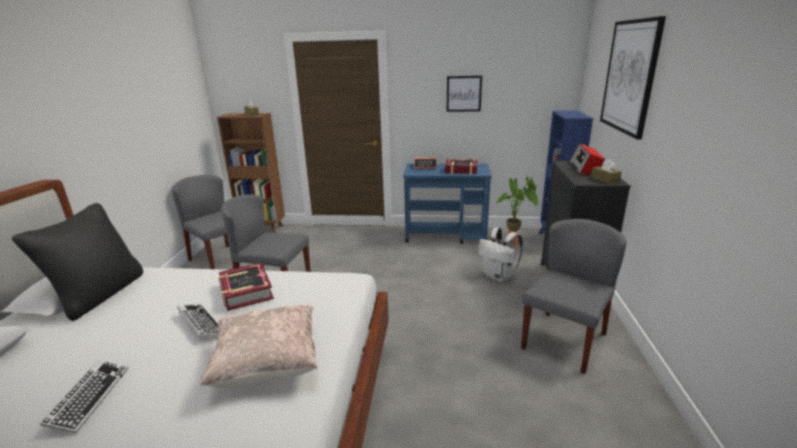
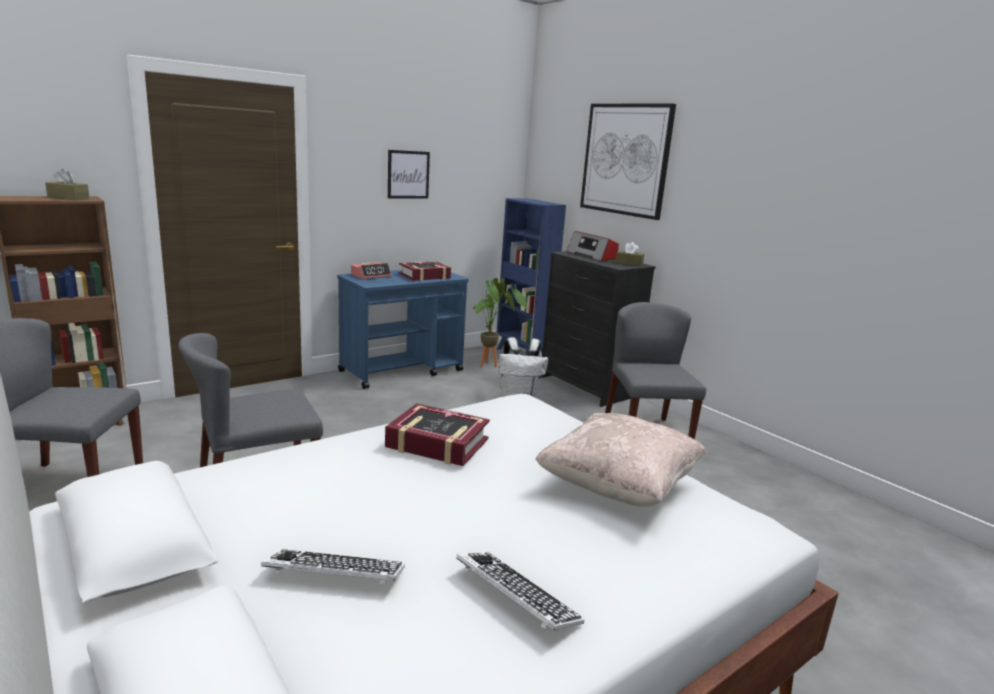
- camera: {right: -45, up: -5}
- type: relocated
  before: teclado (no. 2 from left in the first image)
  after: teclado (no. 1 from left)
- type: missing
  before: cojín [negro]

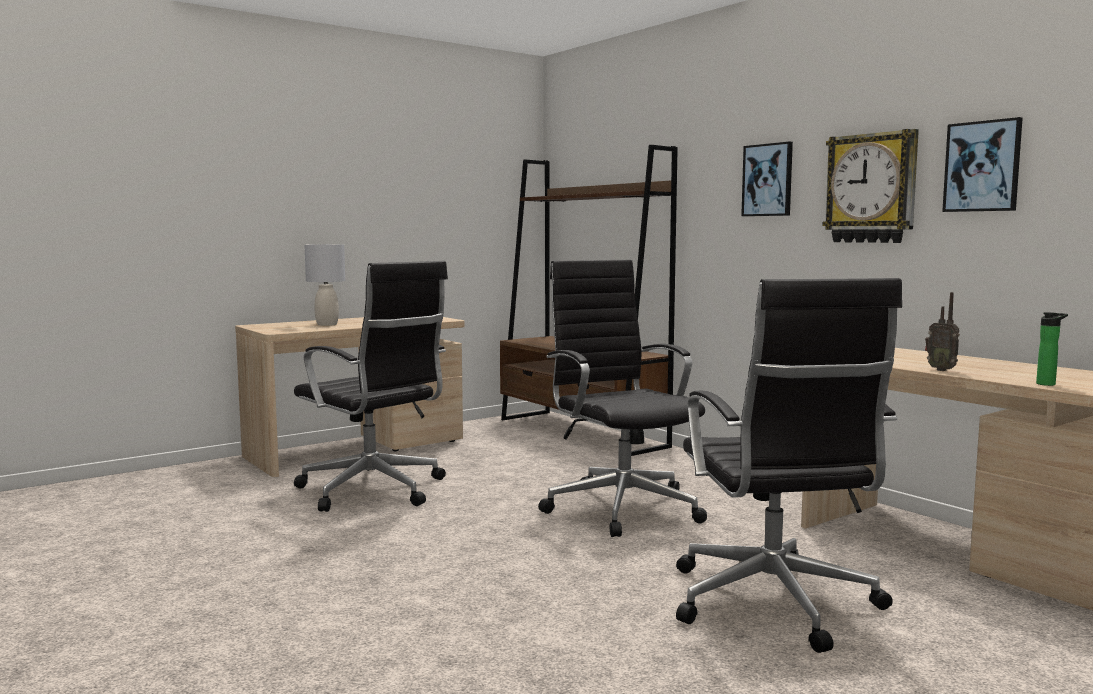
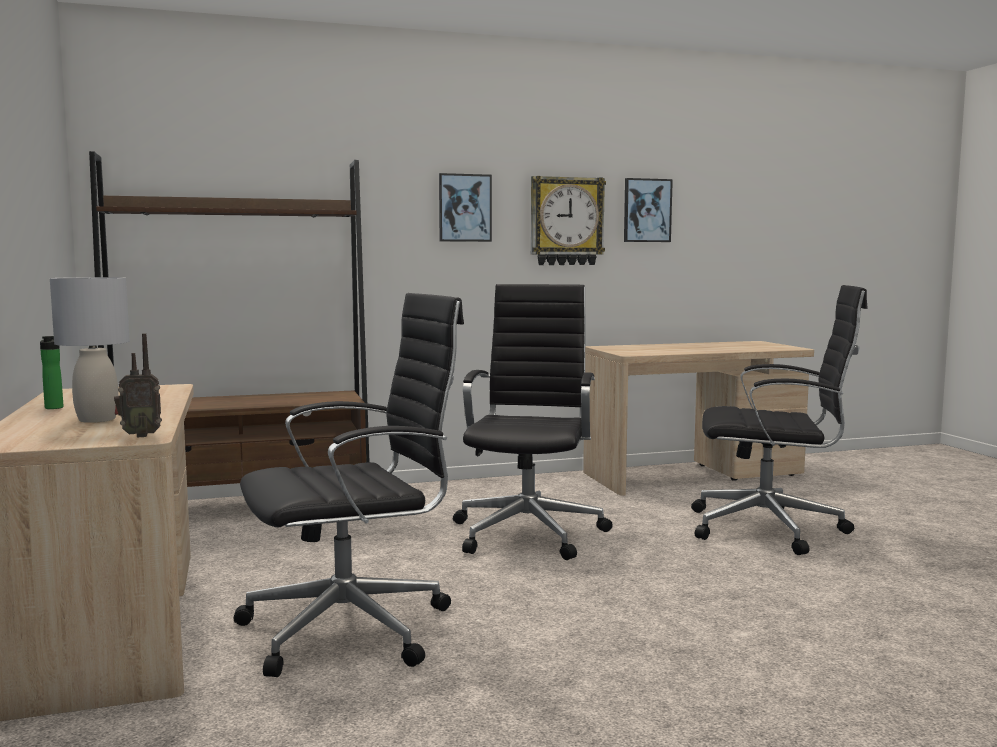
- camera: {right: -70, up: 0}
- type: relocated
  before: botella
- type: relocated
  before: radio
- type: spun
  before: silla de oficina [negro] (no. 2 from left)
  turn: 105

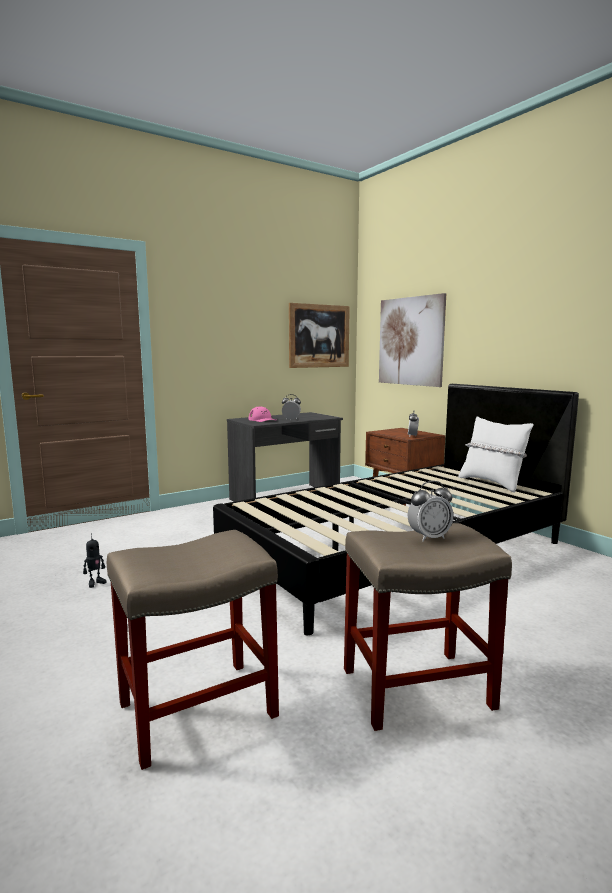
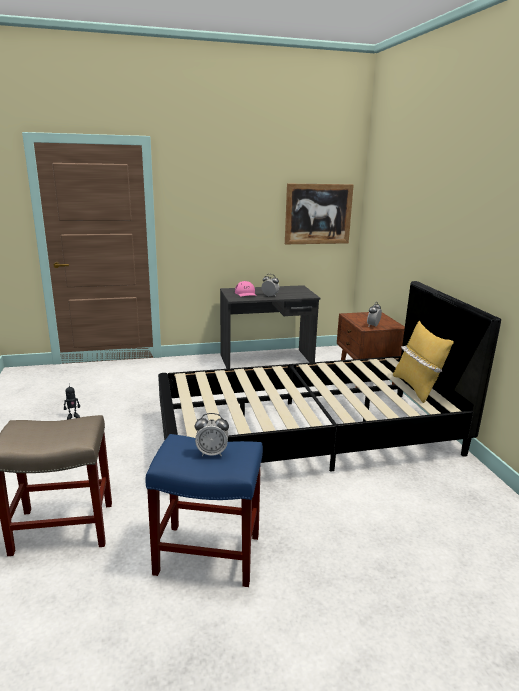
- camera: {right: 20, up: 10}
- type: colour
  before: taburete [beis] (no. 2 from left)
  after: taburete [azul]
- type: colour
  before: cojín [blanco]
  after: cojín [amarillo]
- type: missing
  before: cuadro (no. 2 from left)

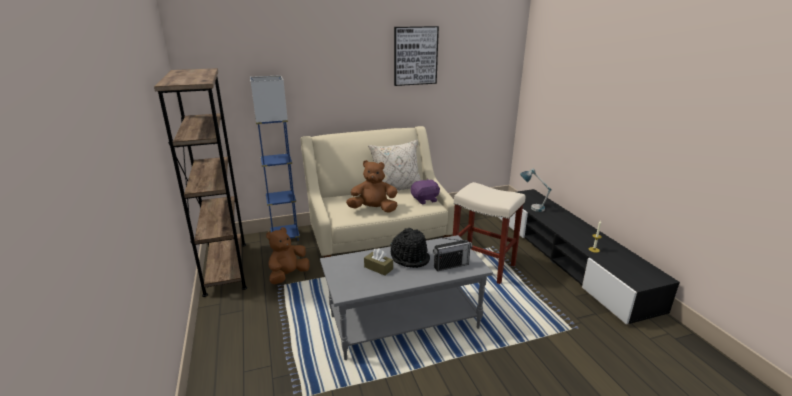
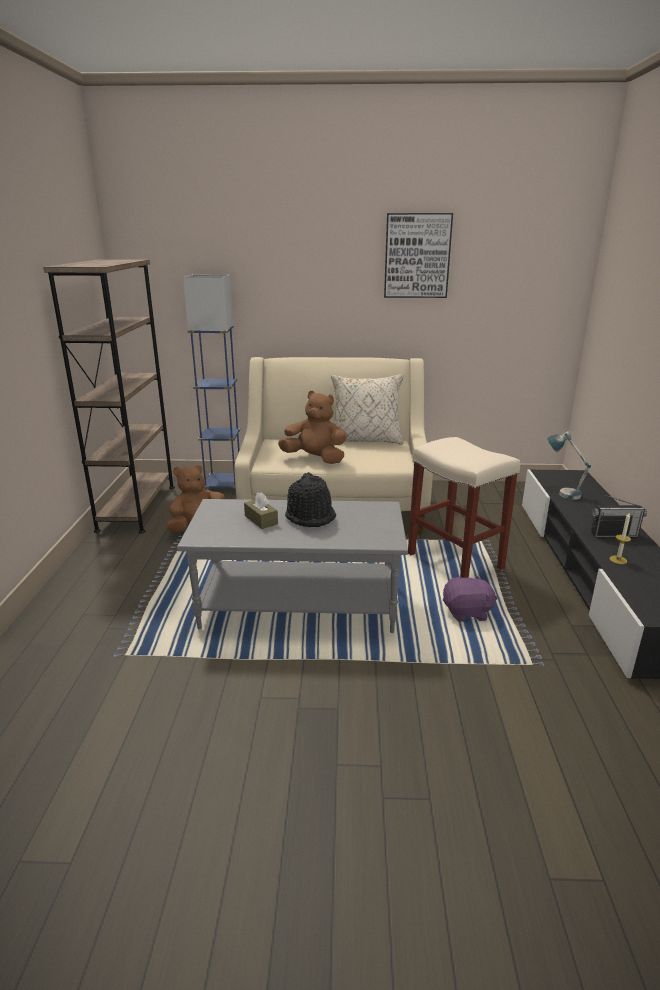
- camera: {right: 20, up: 0}
- type: relocated
  before: peluche [morado]
- type: relocated
  before: radio

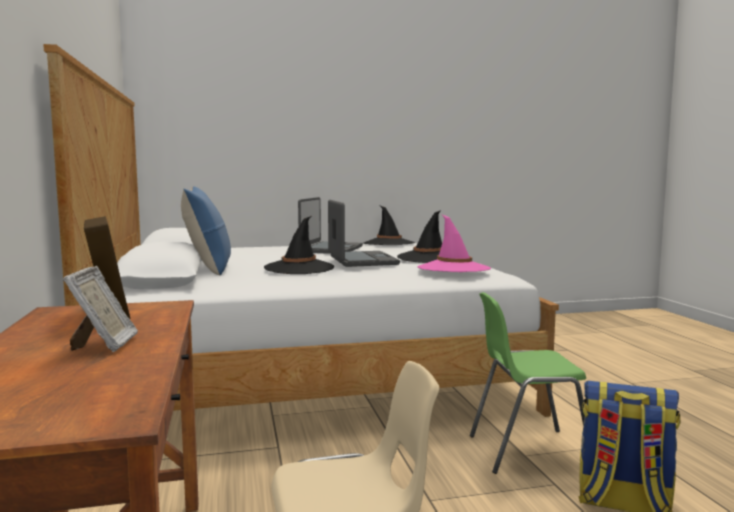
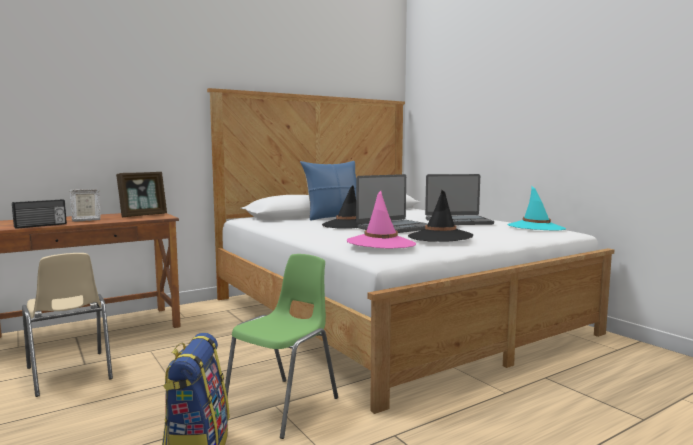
- camera: {right: 70, up: 0}
- type: appeared
  after: radio
- type: spun
  before: silla [verde]
  turn: 60
- type: colour
  before: sombrero [negro] (no. 2 from left)
  after: sombrero [turquesa]

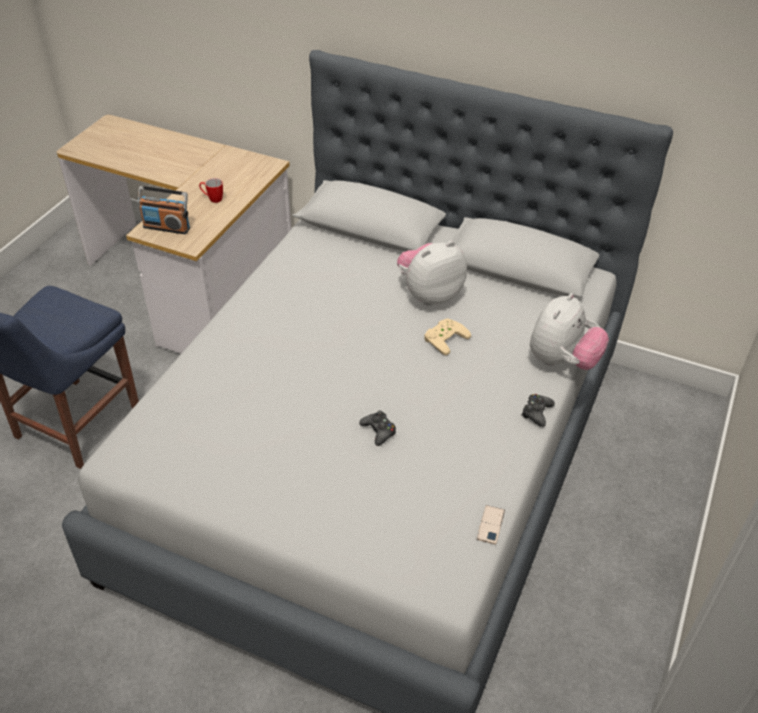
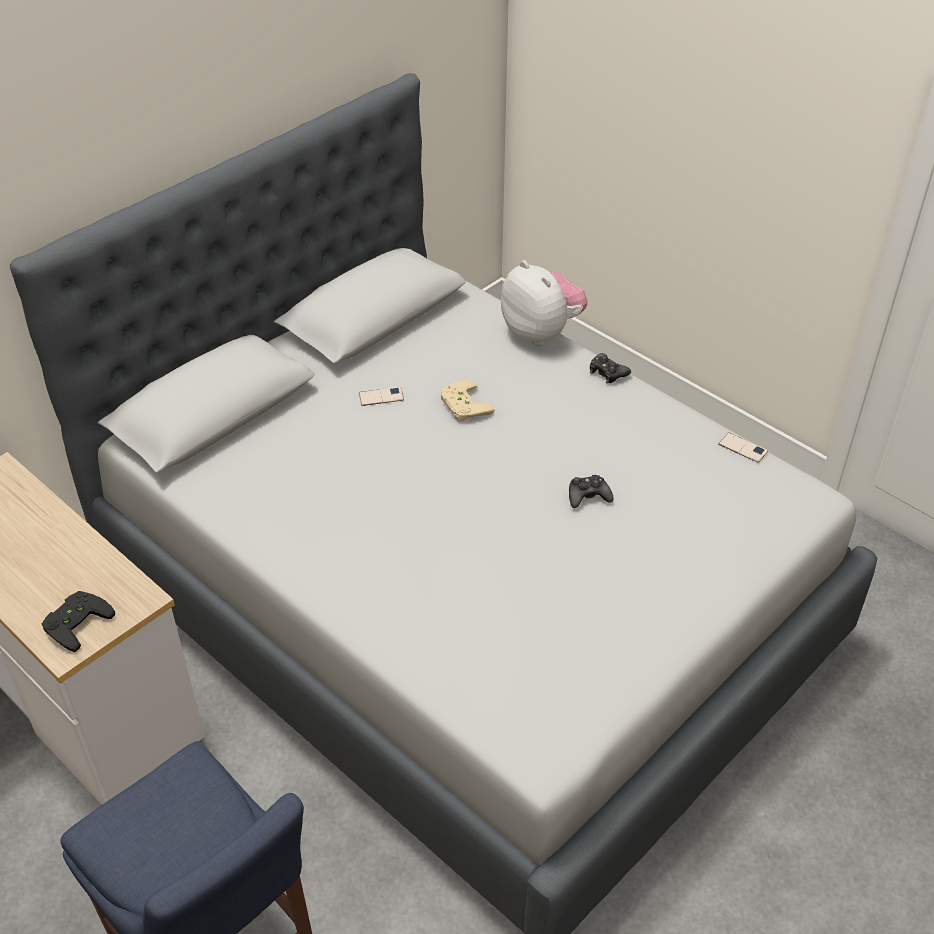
- camera: {right: -70, up: 0}
- type: exchanged
  before: radio
  after: mando de consola [negro] (no. 1 from left)
- type: exchanged
  before: peluche (no. 1 from left)
  after: móvil (no. 1 from left)
- type: missing
  before: taza grande

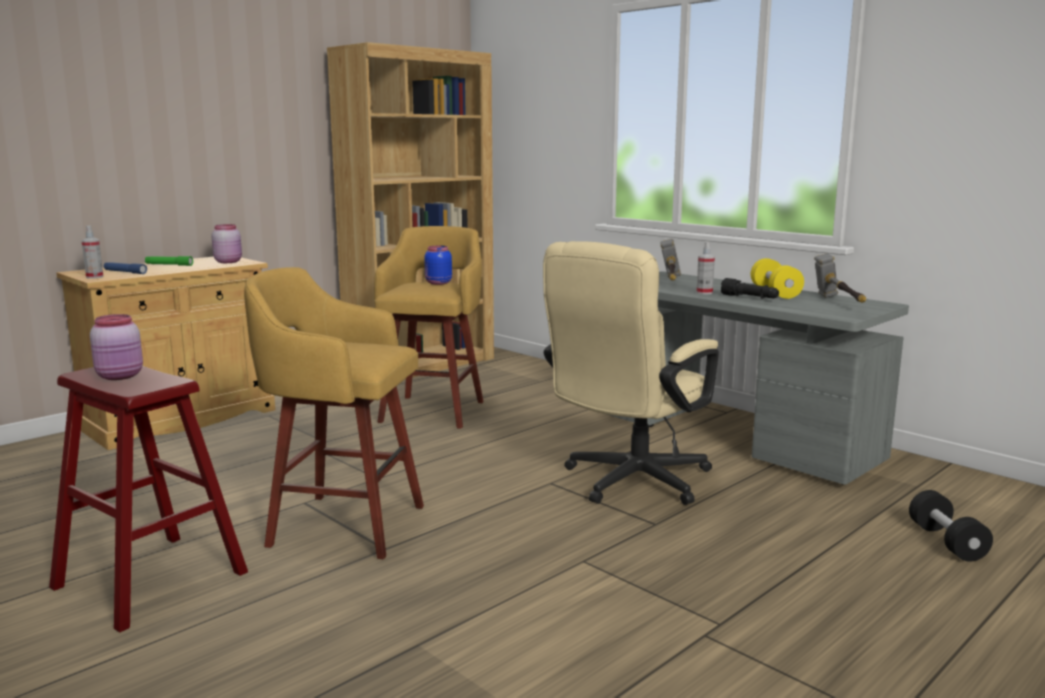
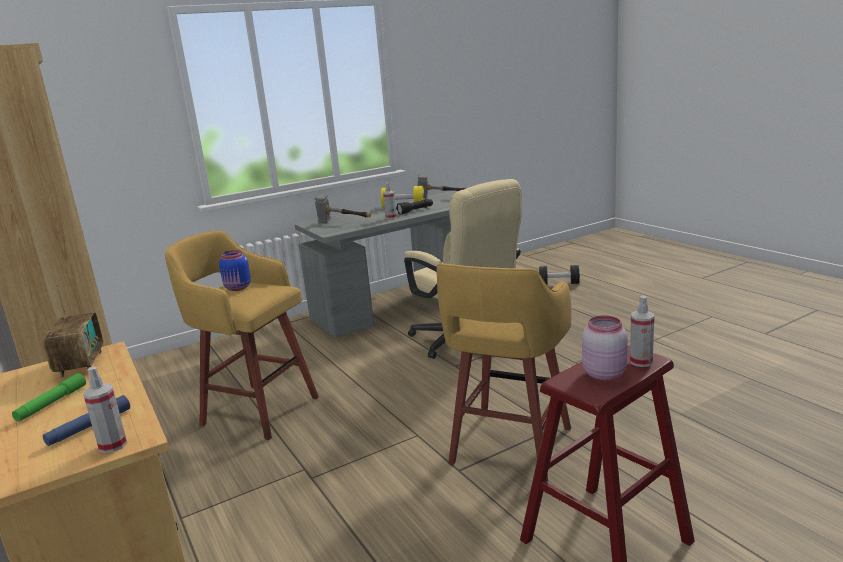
- camera: {right: -75, up: 5}
- type: exchanged
  before: tarro [rosa] (no. 2 from left)
  after: radio
- type: appeared
  after: pulverizador (no. 3 from left)

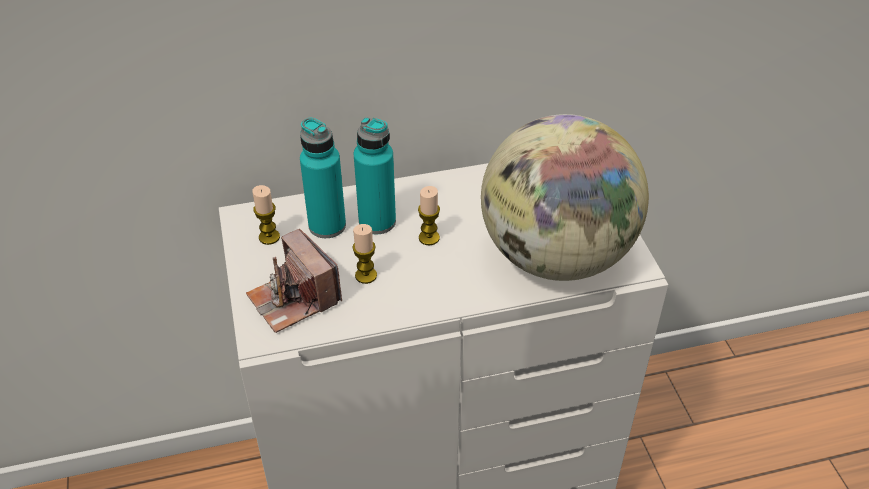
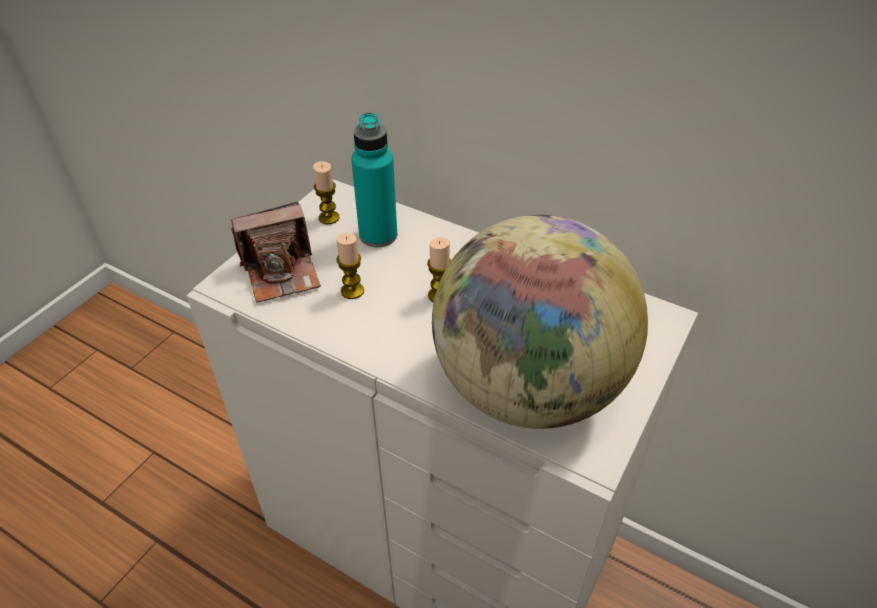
- camera: {right: 45, up: 0}
- type: spun
  before: cámara
  turn: -120
- type: missing
  before: botella [turquesa] (no. 2 from left)

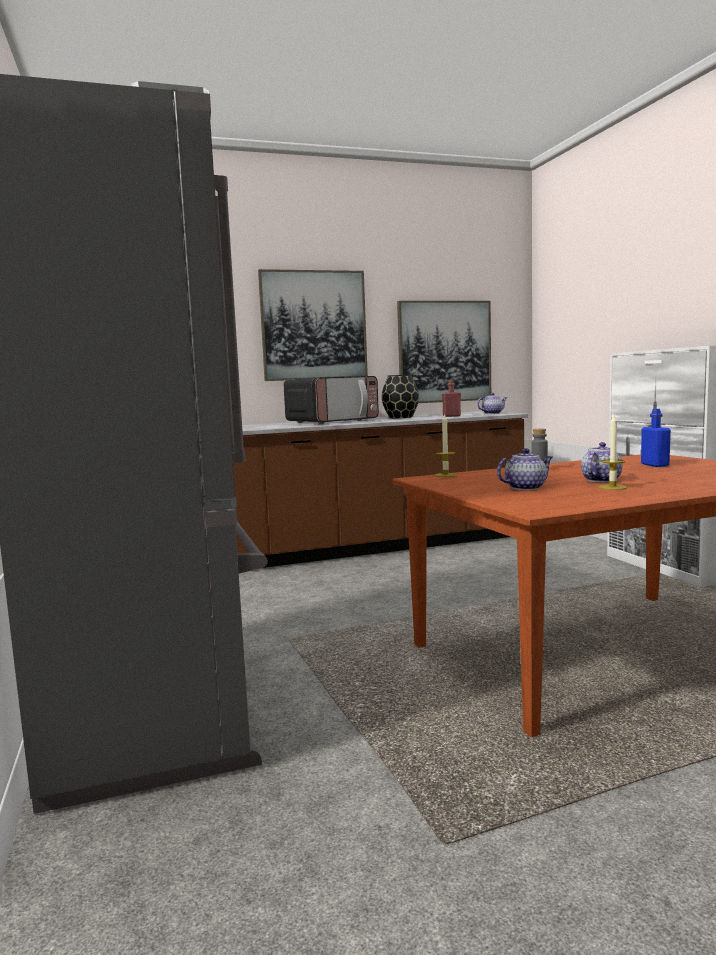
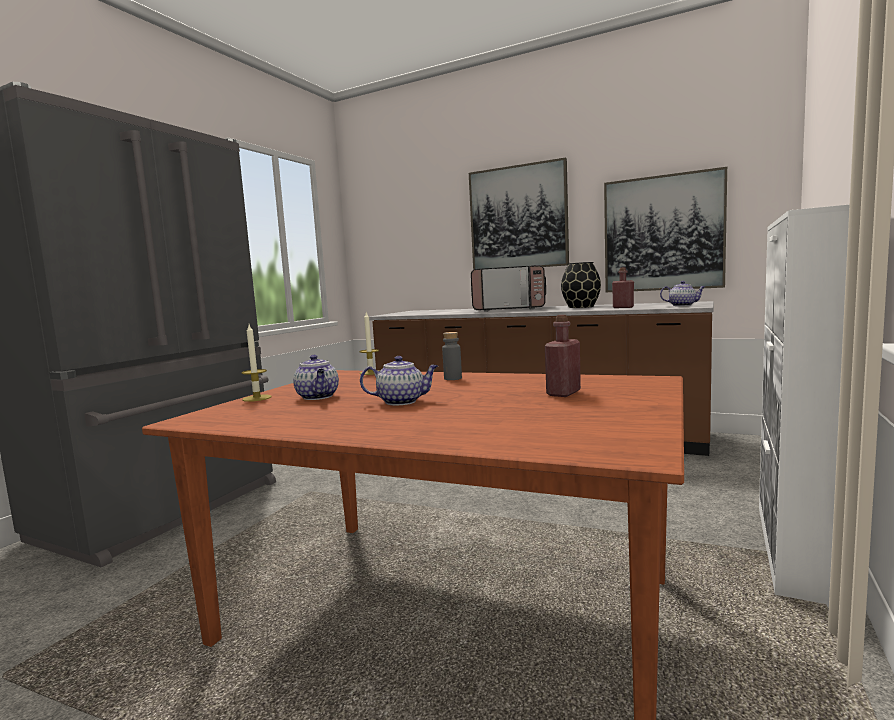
- camera: {right: 45, up: 0}
- type: relocated
  before: vela (no. 2 from left in the first image)
  after: vela (no. 1 from left)
- type: spun
  before: tetera (no. 2 from left in the first image)
  turn: 45
- type: colour
  before: botella [azul]
  after: botella [rojo] (no. 1 from left)

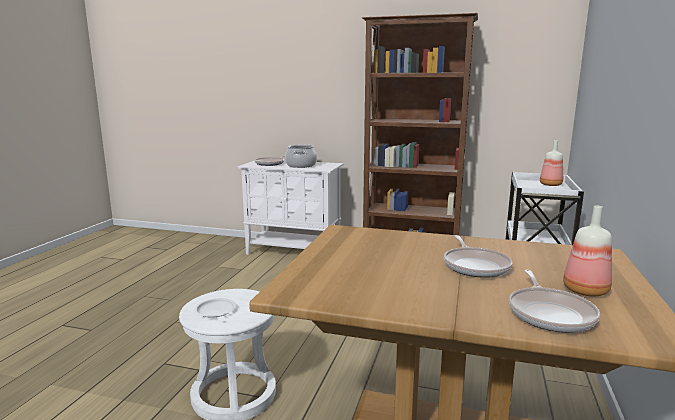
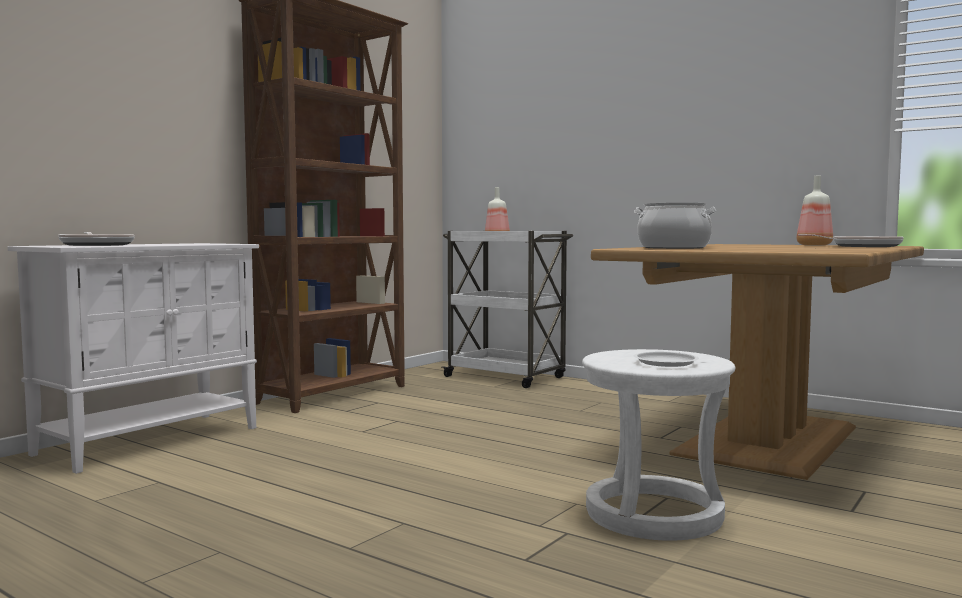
- camera: {right: -70, up: -10}
- type: relocated
  before: olla
- type: missing
  before: sartén (no. 2 from left)

